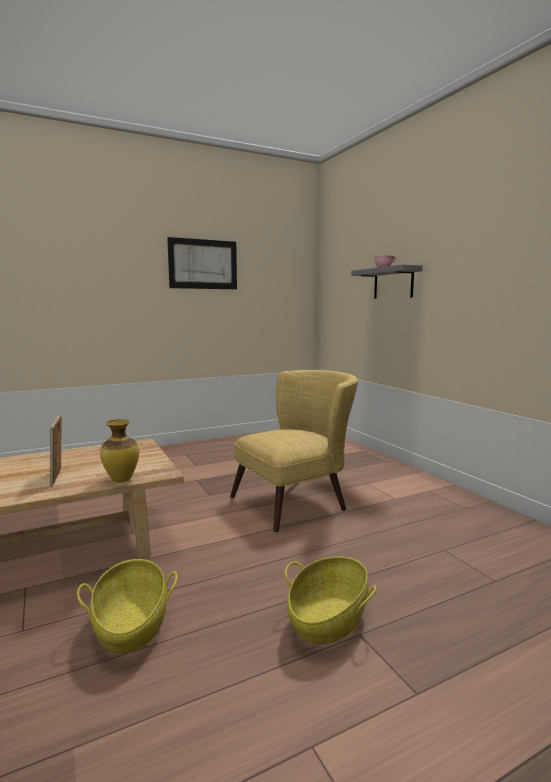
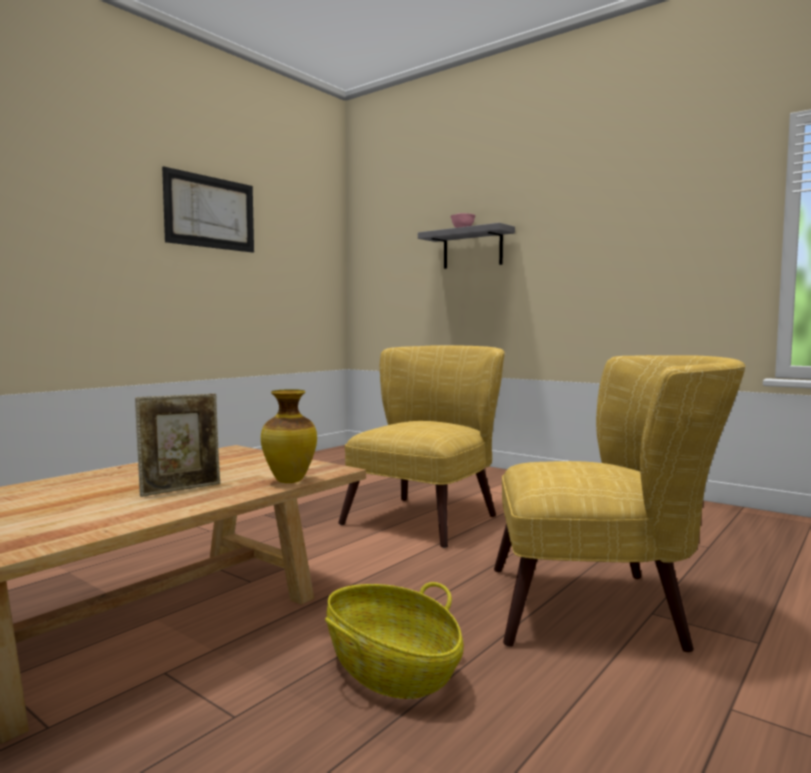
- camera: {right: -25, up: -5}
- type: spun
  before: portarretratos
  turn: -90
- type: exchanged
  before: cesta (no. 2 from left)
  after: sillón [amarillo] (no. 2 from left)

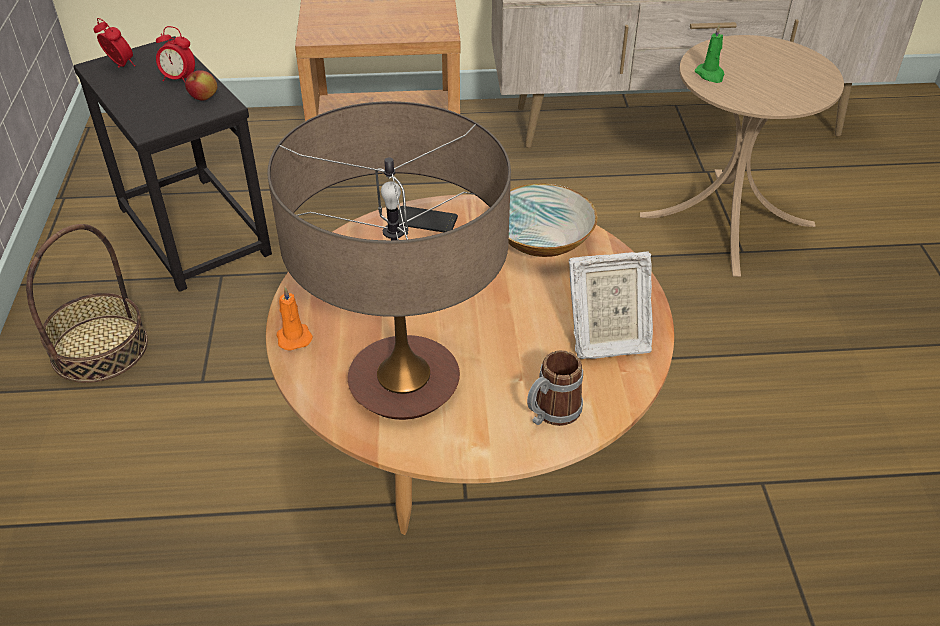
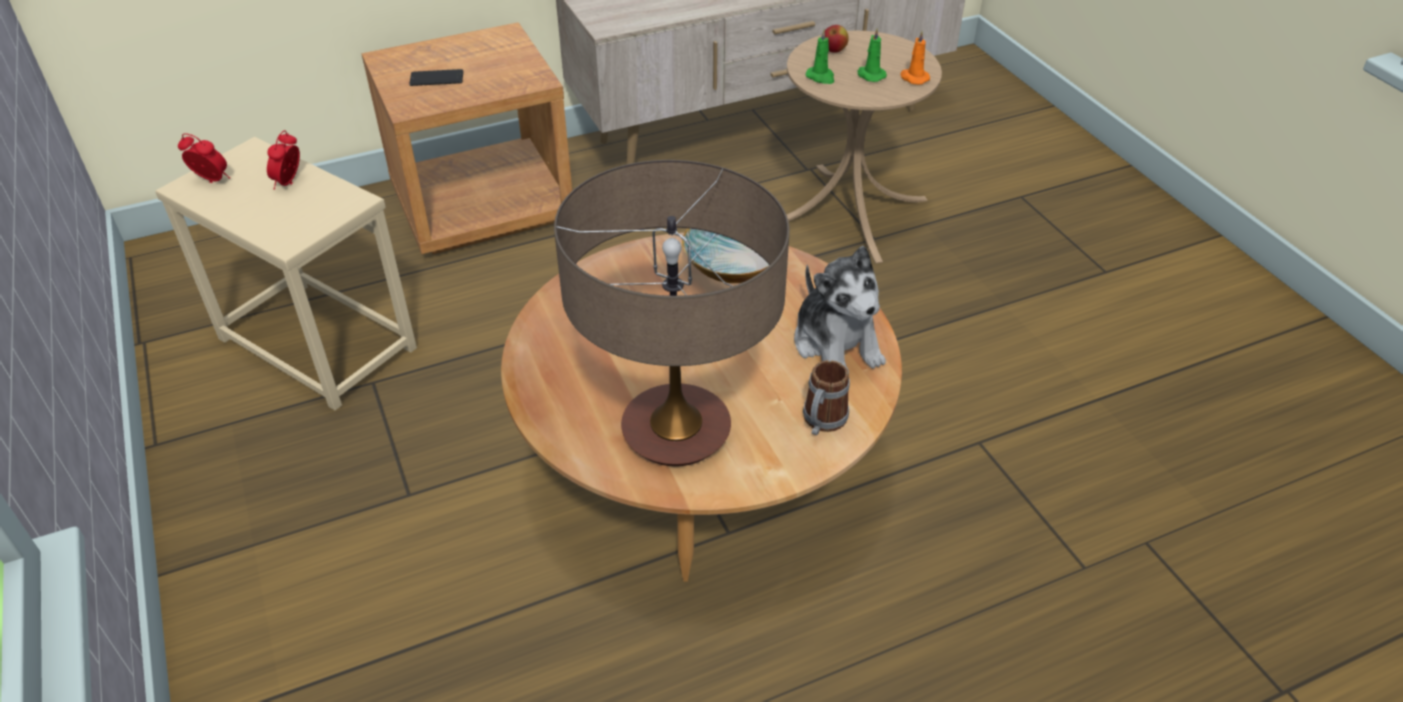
- camera: {right: -20, up: 0}
- type: colour
  before: mesa auxiliar [negro]
  after: mesa auxiliar [beis] (no. 1 from left)
- type: spun
  before: despertador (no. 2 from left)
  turn: 105
- type: relocated
  before: móvil
- type: exchanged
  before: portarretratos
  after: peluche
- type: relocated
  before: manzana
- type: appeared
  after: vela [verde] (no. 2 from left)
- type: relocated
  before: vela [naranja]
- type: missing
  before: cesta

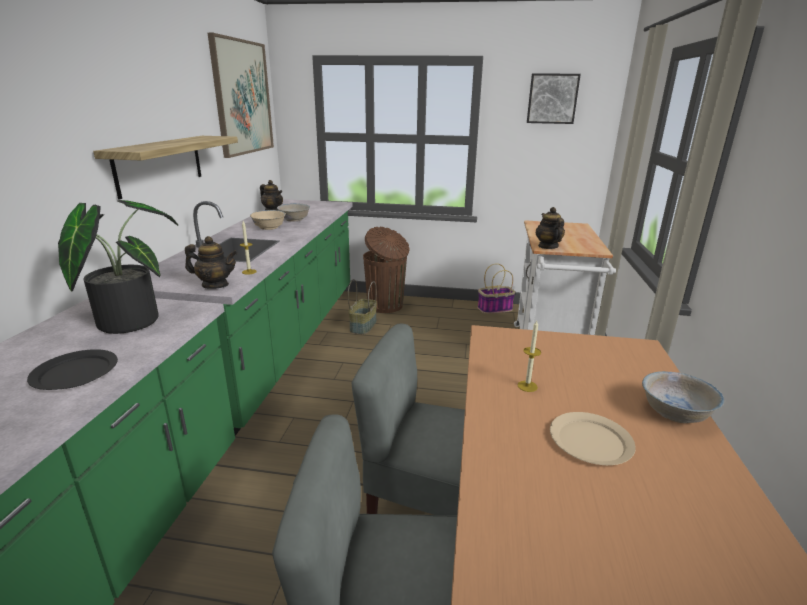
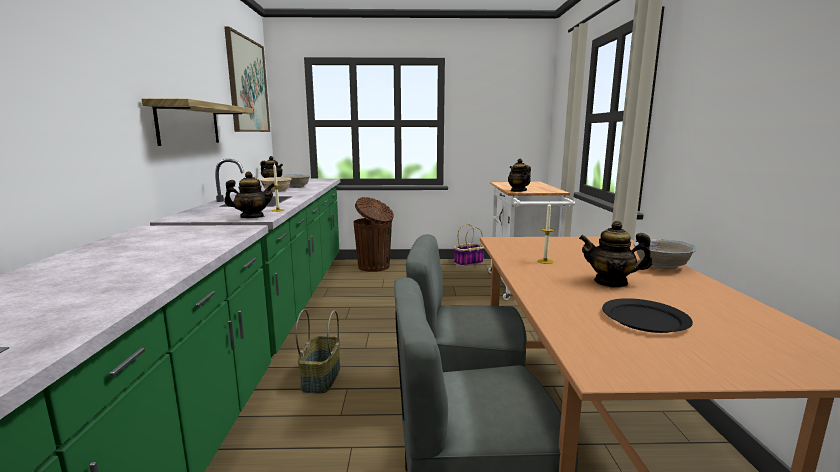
- camera: {right: -10, up: -10}
- type: relocated
  before: cesta (no. 1 from left)
- type: exchanged
  before: plato [beis]
  after: tetera (no. 4 from left)
- type: relocated
  before: plato [negro]
- type: missing
  before: planta en maceta
- type: missing
  before: cuadro (no. 2 from left)

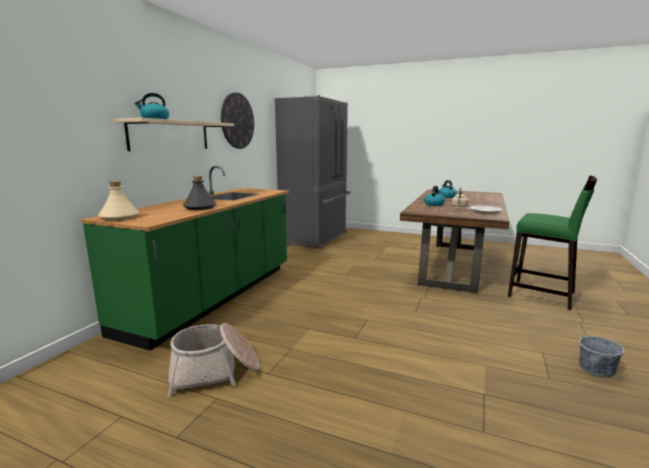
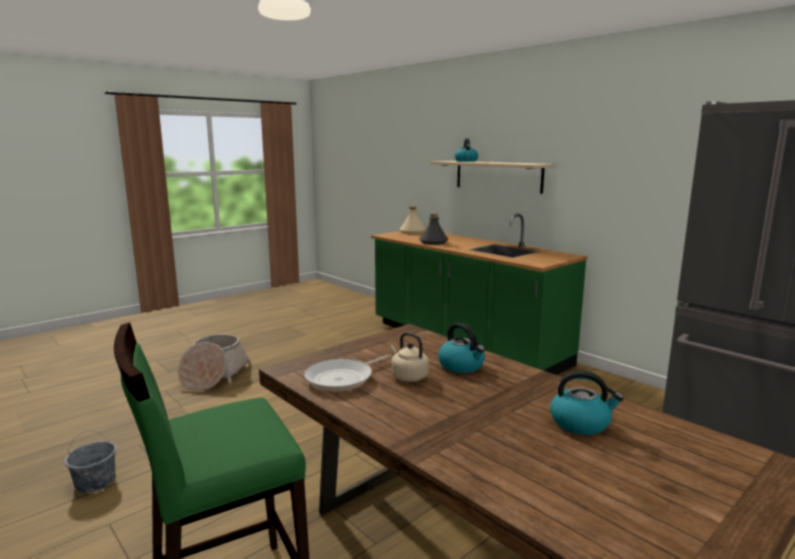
- camera: {right: 115, up: 0}
- type: relocated
  before: cesta
- type: missing
  before: reloj de pared

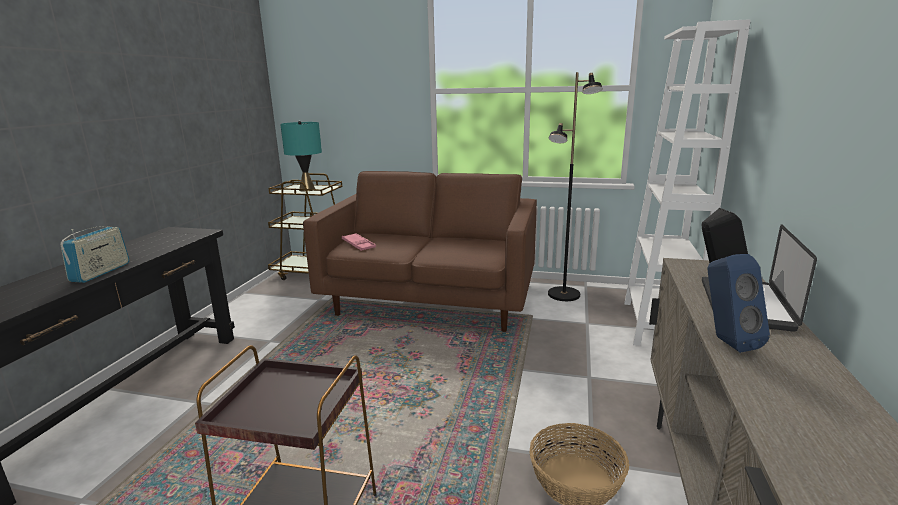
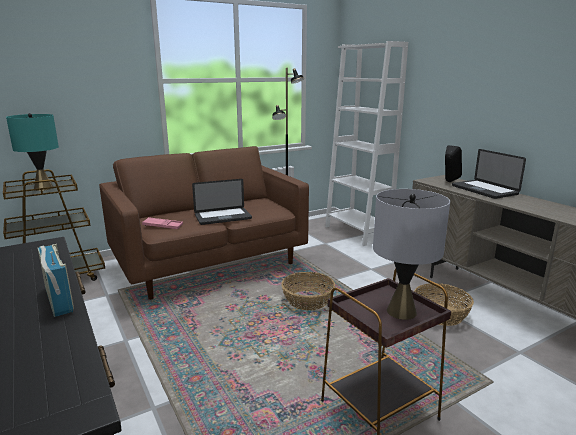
- camera: {right: -45, up: 0}
- type: appeared
  after: portátil (no. 1 from left)
- type: appeared
  after: cesta (no. 1 from left)
- type: appeared
  after: lámpara de mesa [gris]
- type: missing
  before: altavoz [azul]

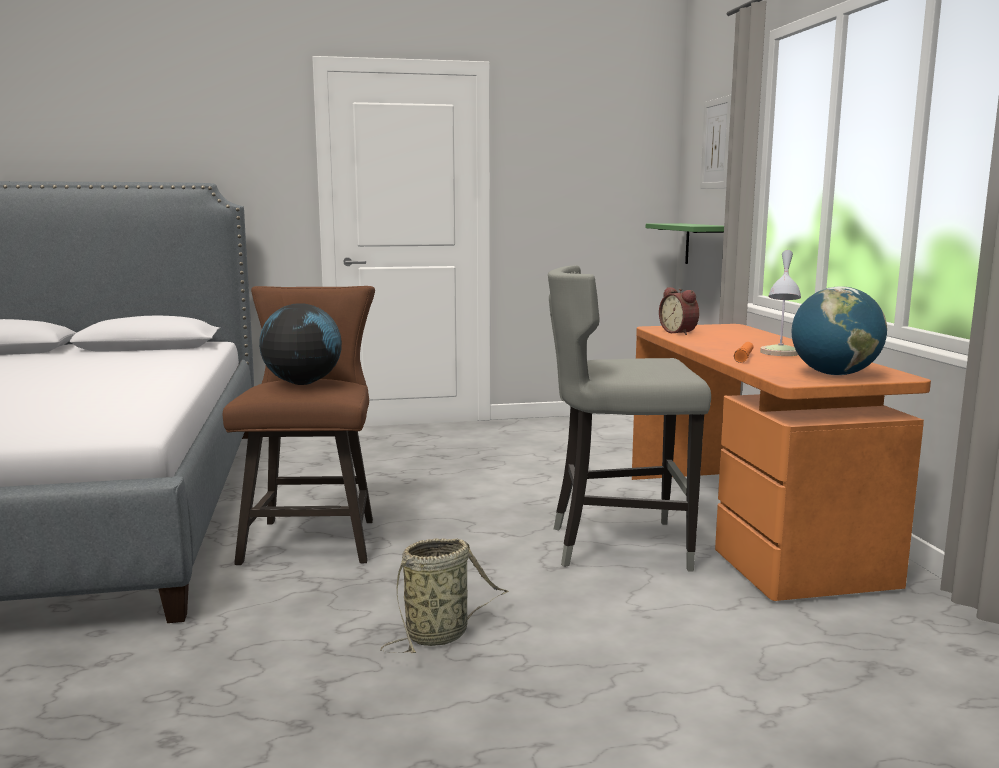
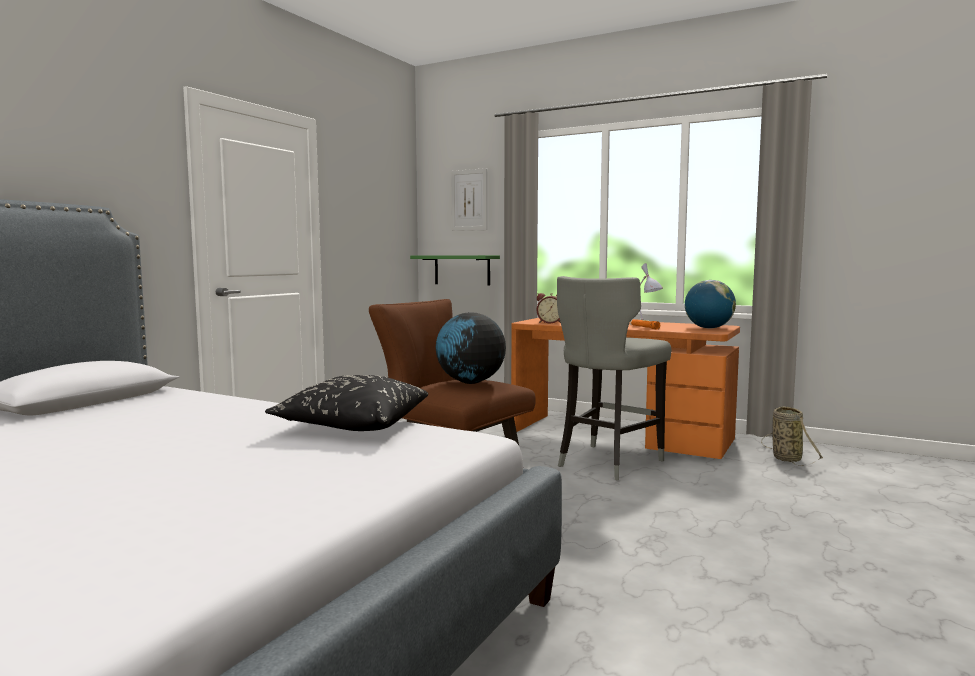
- camera: {right: -50, up: -5}
- type: appeared
  after: cojín [negro]
- type: relocated
  before: cesta

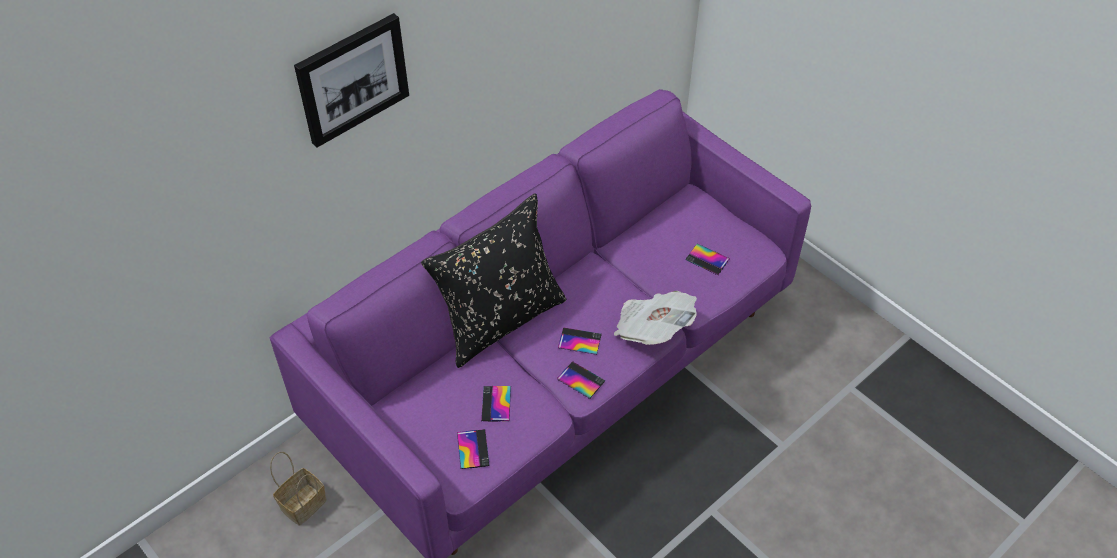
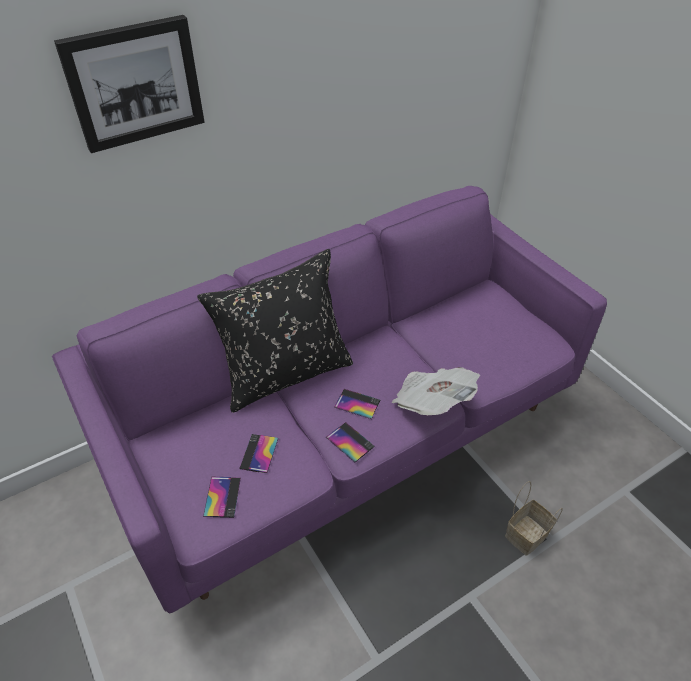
- camera: {right: 10, up: -5}
- type: relocated
  before: cesta
- type: missing
  before: móvil (no. 5 from left)

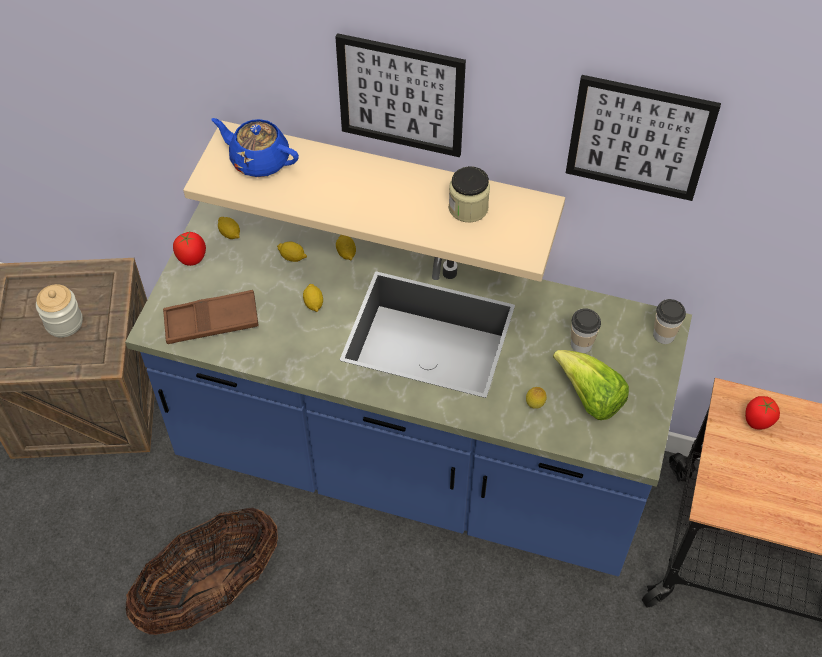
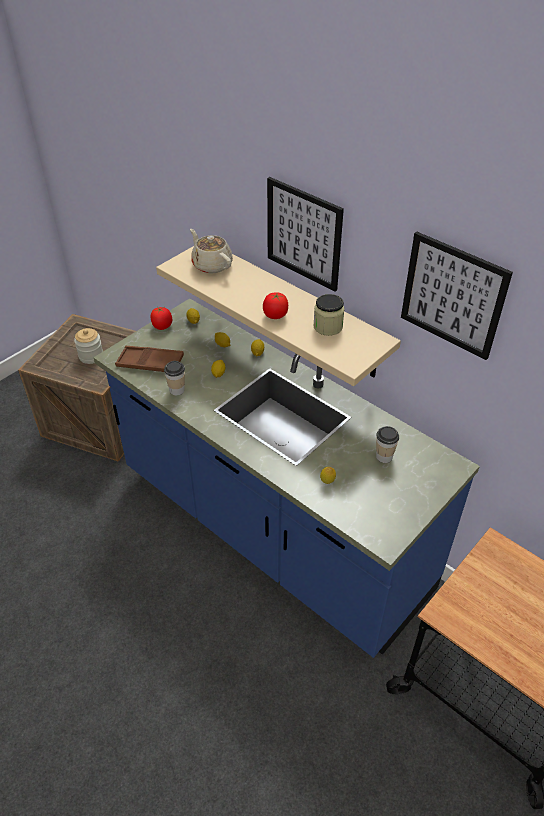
- camera: {right: 25, up: -10}
- type: relocated
  before: taza (no. 2 from left in the first image)
  after: taza (no. 1 from left)
- type: colour
  before: tetera [azul]
  after: tetera [beis]
- type: relocated
  before: tomate (no. 2 from left)
- type: missing
  before: cesta
- type: missing
  before: lechuga

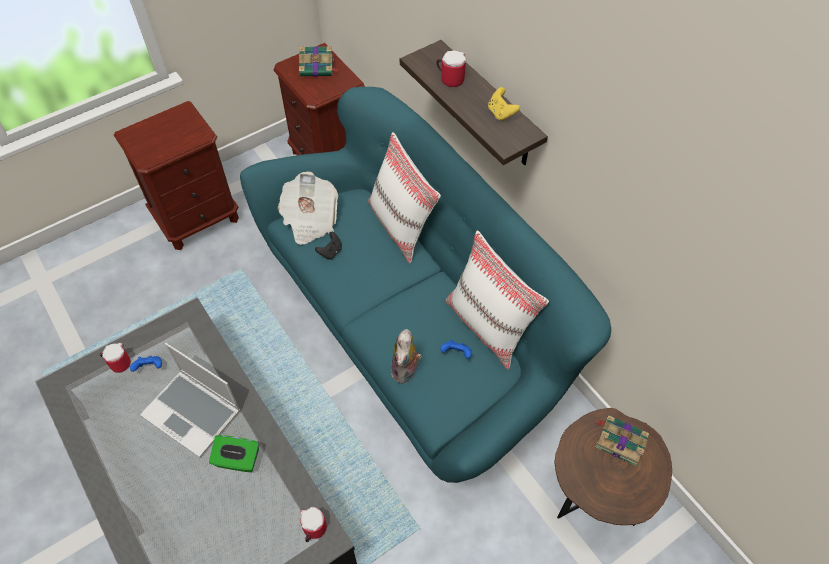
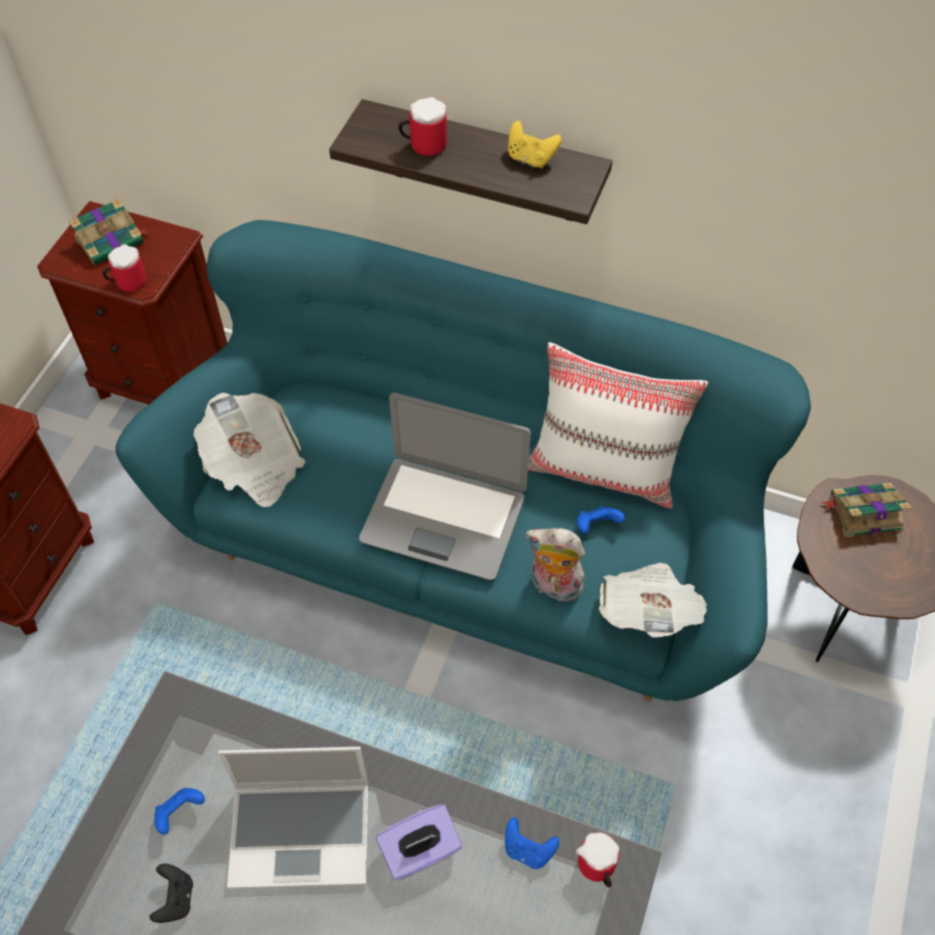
- camera: {right: -35, up: 0}
- type: relocated
  before: taza grande (no. 1 from left)
- type: relocated
  before: mando de consola [negro]
- type: appeared
  after: portátil (no. 2 from left)
- type: colour
  before: caja de pañuelos [verde]
  after: caja de pañuelos [morado]
- type: appeared
  after: mando de consola [azul] (no. 2 from left)
- type: spun
  before: peluche
  turn: 135
- type: appeared
  after: periódico (no. 2 from left)
- type: missing
  before: cojín [blanco] (no. 1 from left)

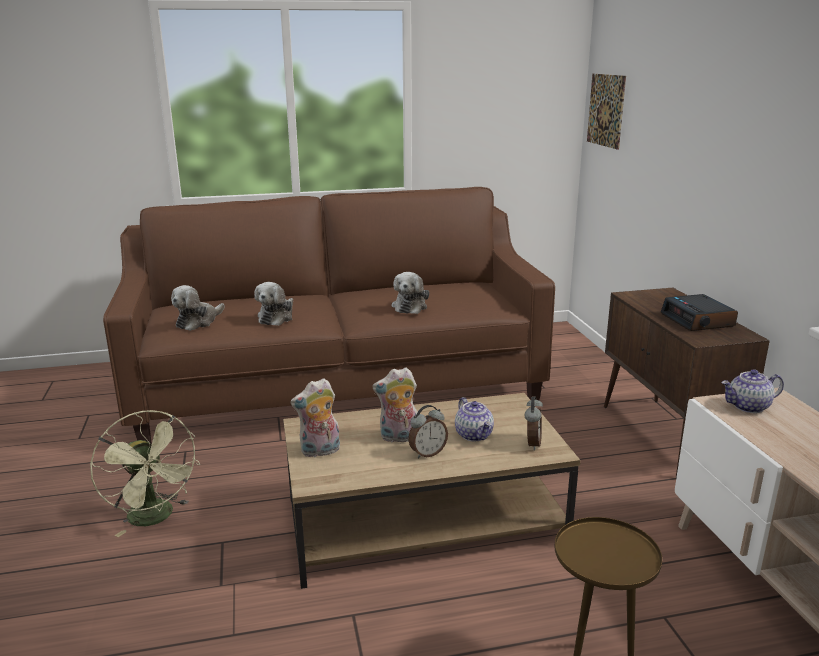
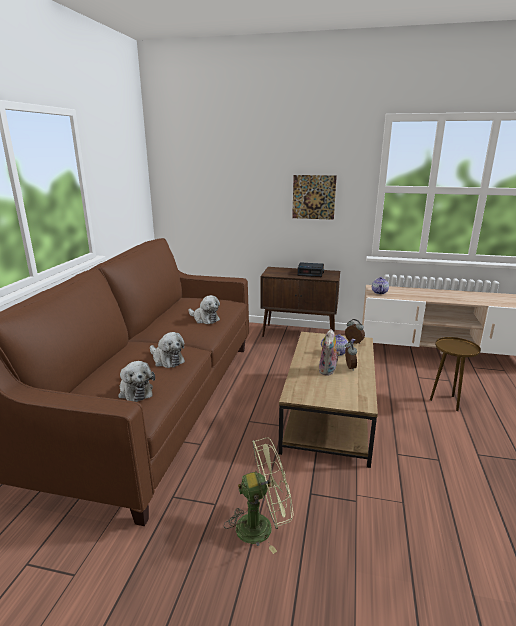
- camera: {right: -65, up: 0}
- type: relocated
  before: cuadro
- type: missing
  before: peluche (no. 3 from left)

